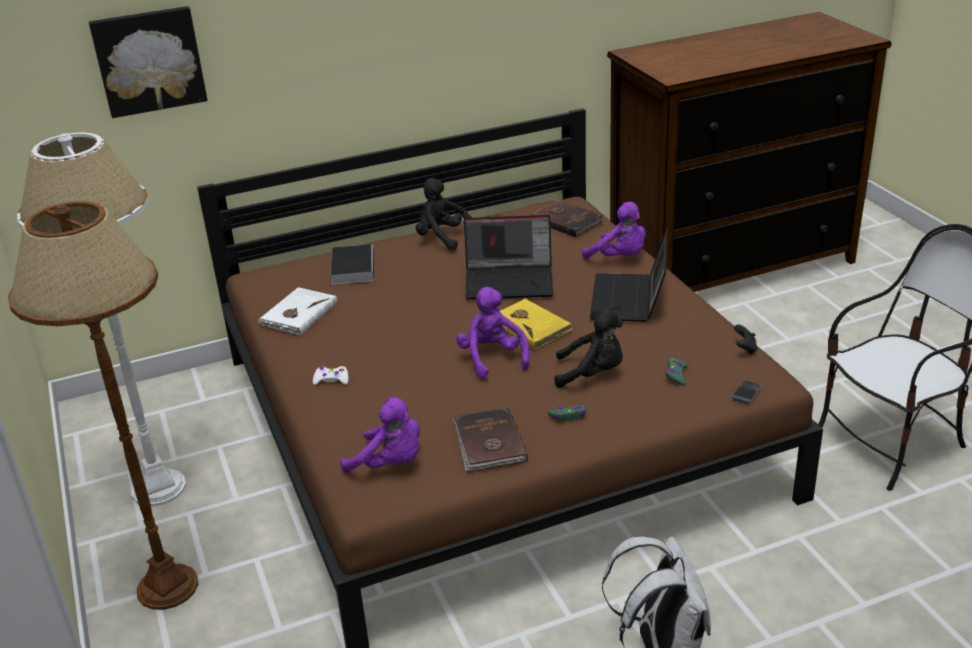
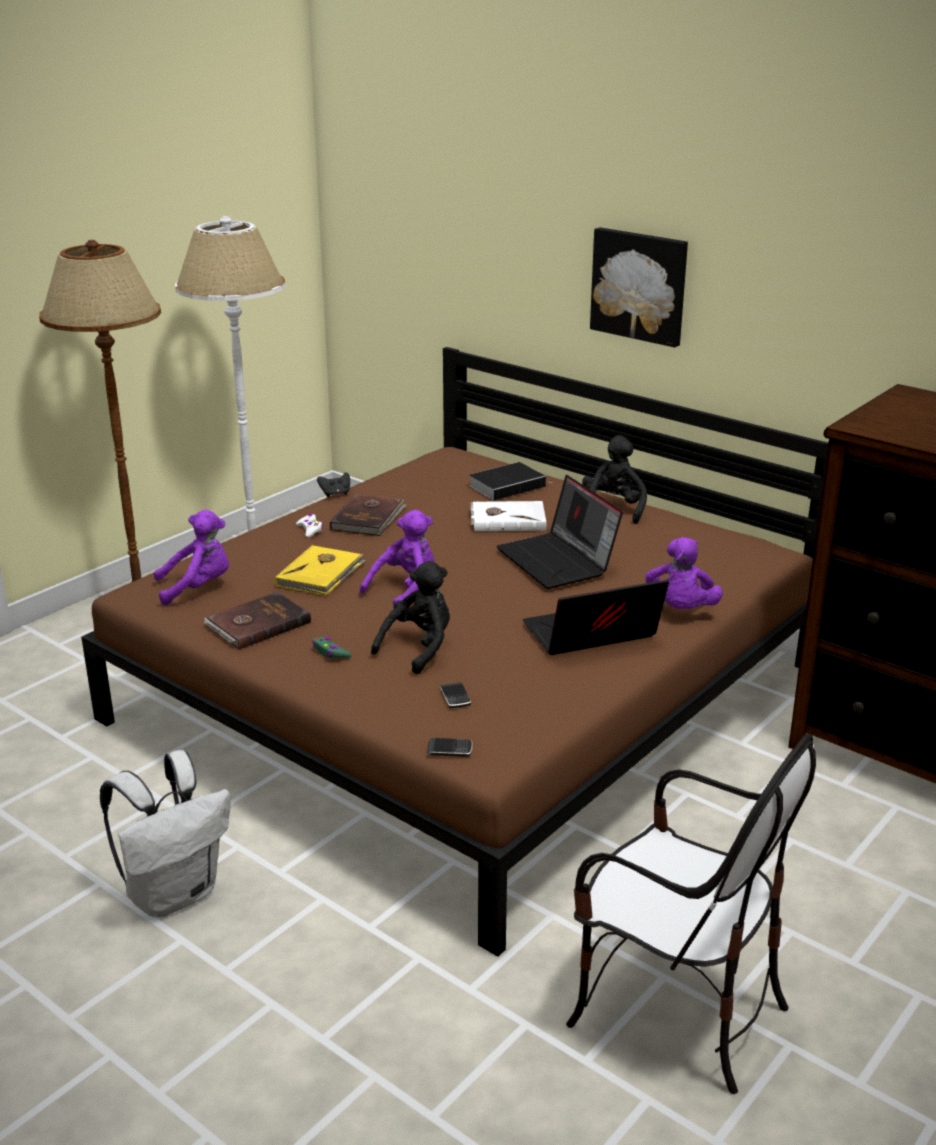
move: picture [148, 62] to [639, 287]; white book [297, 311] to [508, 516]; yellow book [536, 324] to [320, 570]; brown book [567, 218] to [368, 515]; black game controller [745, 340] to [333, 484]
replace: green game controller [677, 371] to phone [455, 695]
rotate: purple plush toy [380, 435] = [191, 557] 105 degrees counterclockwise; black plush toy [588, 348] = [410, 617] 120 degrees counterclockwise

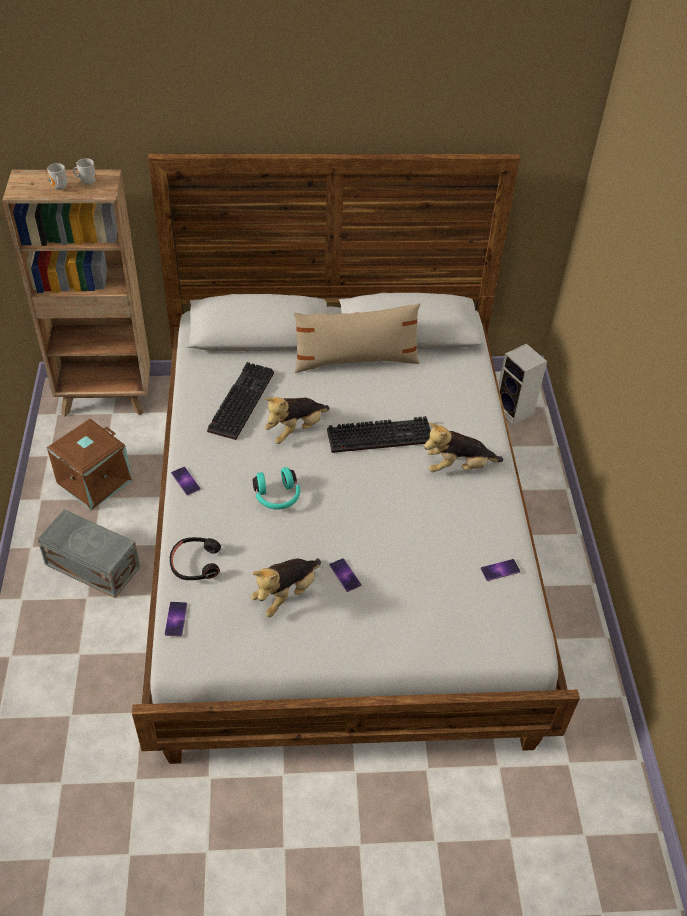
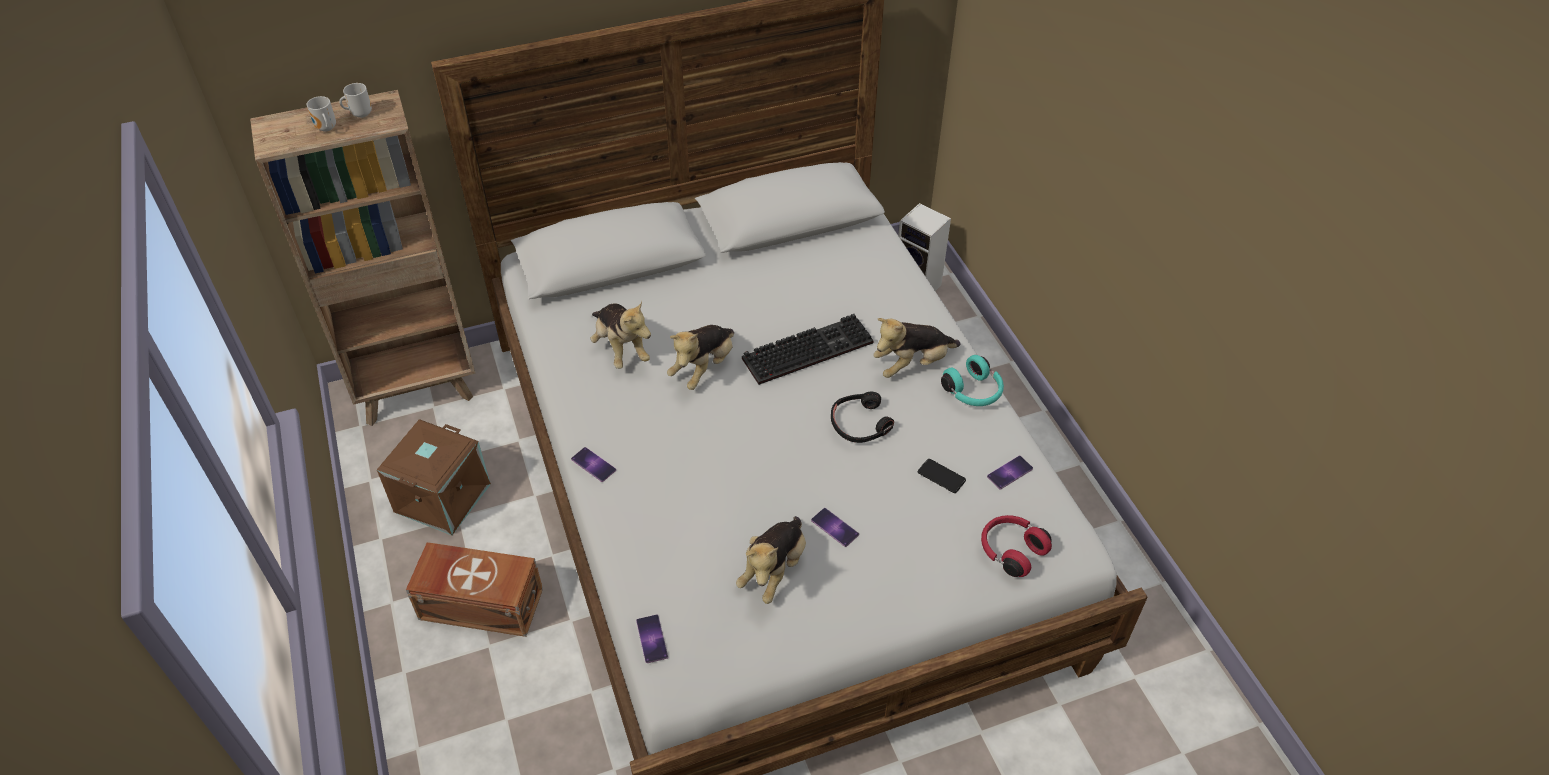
delete: beige pillow [357, 338]
insert: phone [942, 476]; red headphones [1016, 546]
move: black headphones [195, 558] to [862, 417]; turquoise headphones [276, 488] to [972, 380]
replace: keyboard [240, 401] to plush toy [621, 335]
recolor: grey storage box [88, 553] to brown storage box [474, 589]

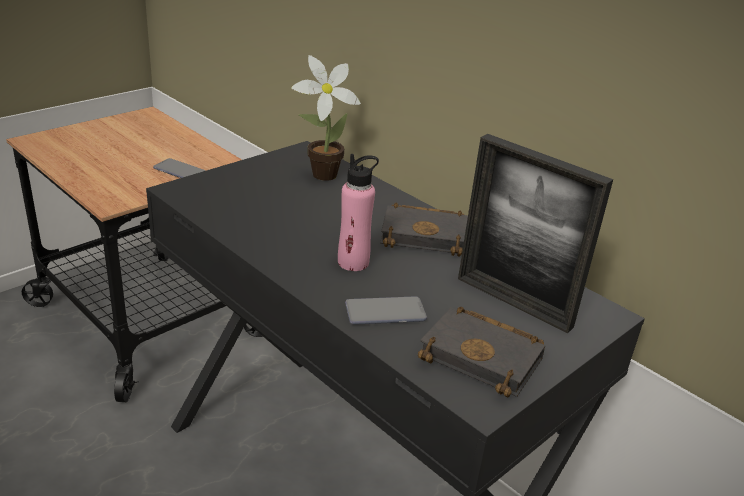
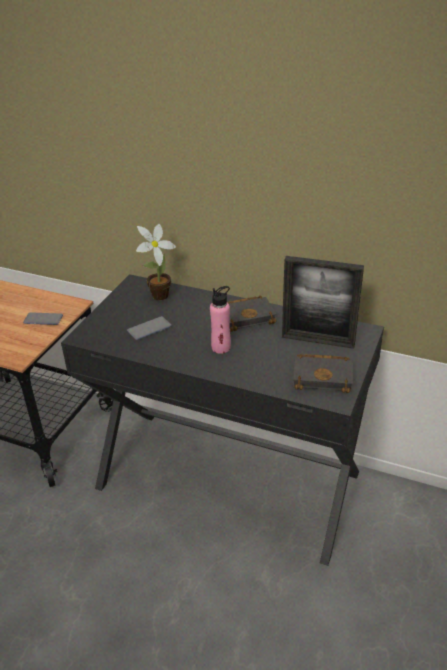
move: phone [386, 310] to [149, 328]

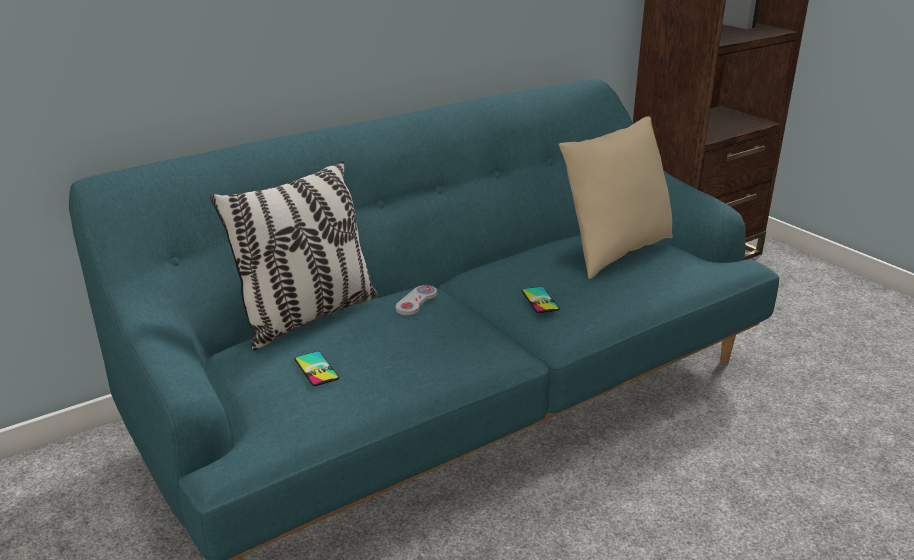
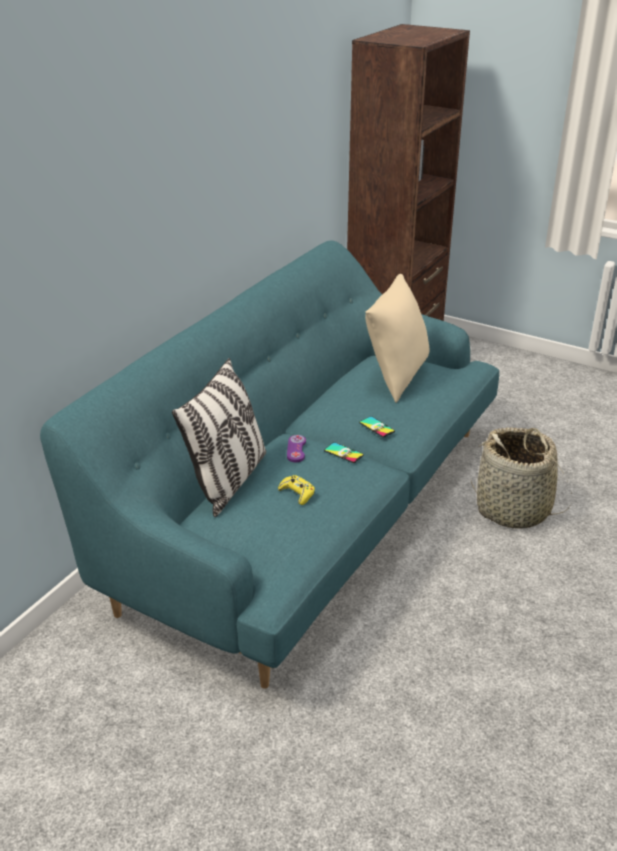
insert: yellow game controller [296, 490]; basket [521, 478]
move: phone [317, 368] to [344, 452]
recolor: white game controller [416, 300] to purple game controller [296, 448]

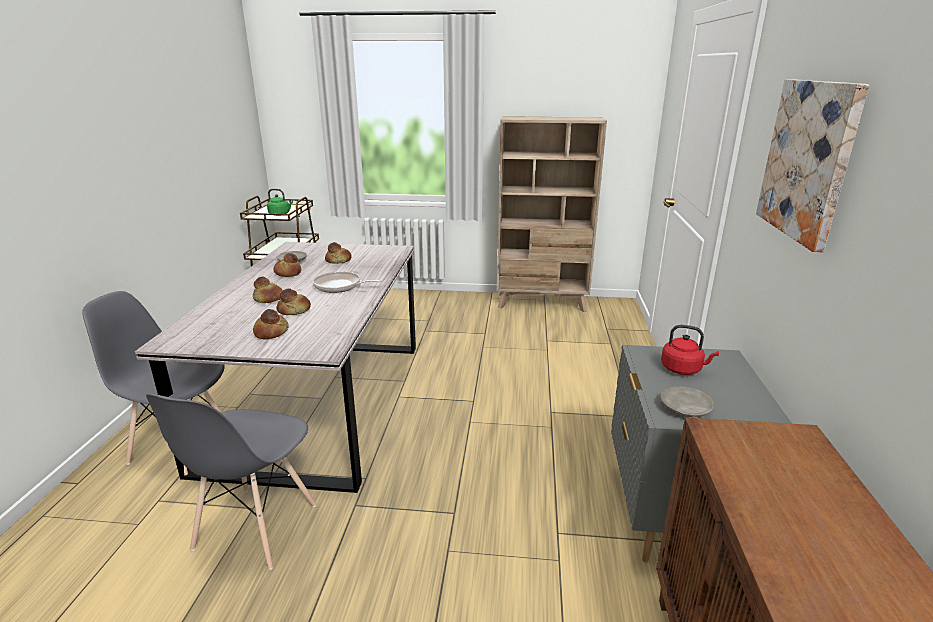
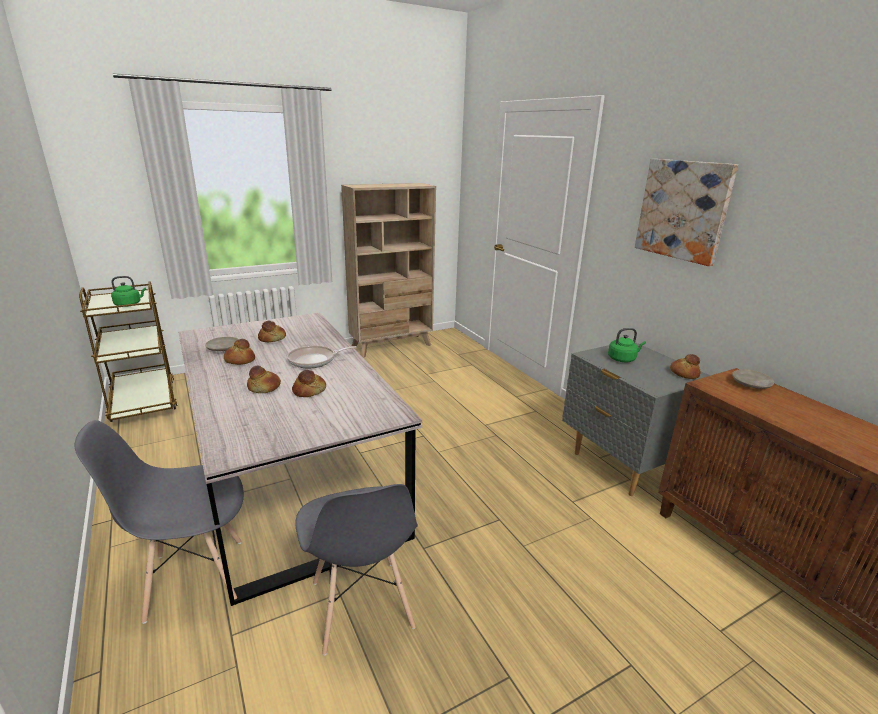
move: bread [271, 324] to [685, 366]; beige plate [687, 402] to [753, 379]
recolor: red kettle [690, 350] to green kettle [627, 345]

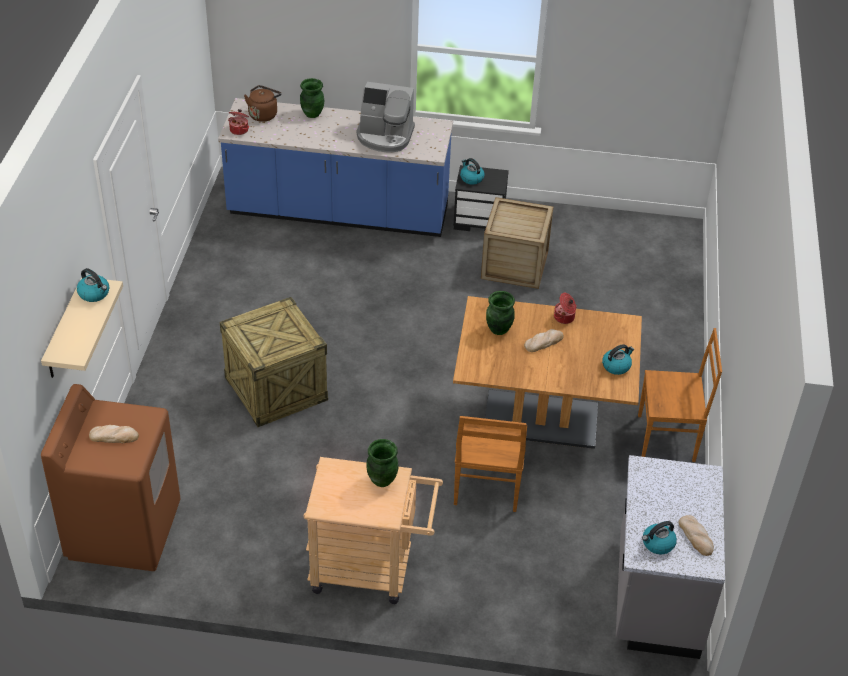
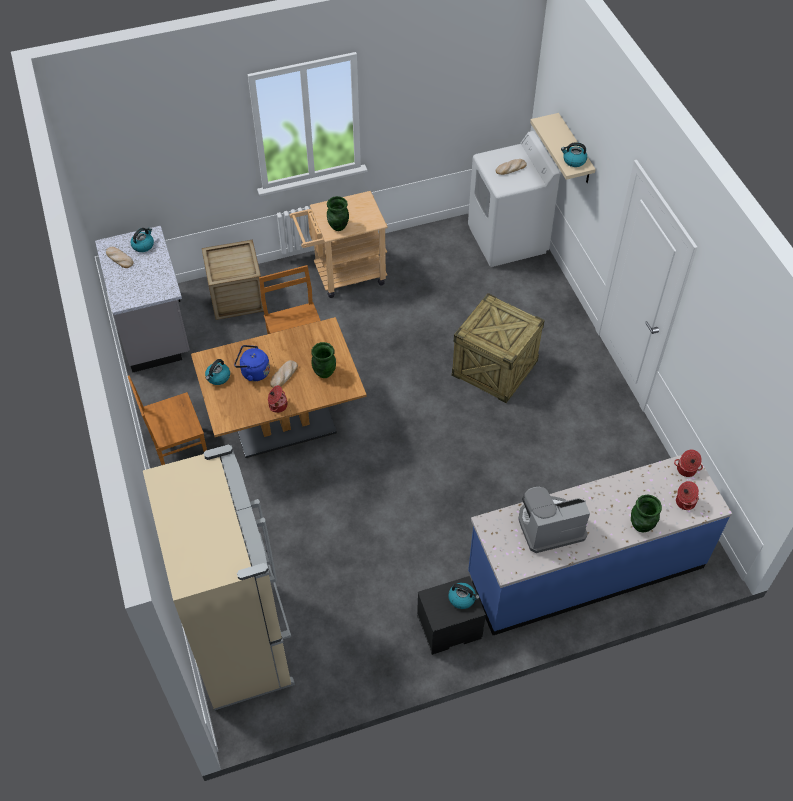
insert: beige fridge [219, 577]; blue kettle [252, 363]
move: crate [517, 243] to [233, 280]
replace: brown kettle [263, 103] to cooking pot [687, 495]
recolor: brown washing machine [110, 477] to white washing machine [514, 199]

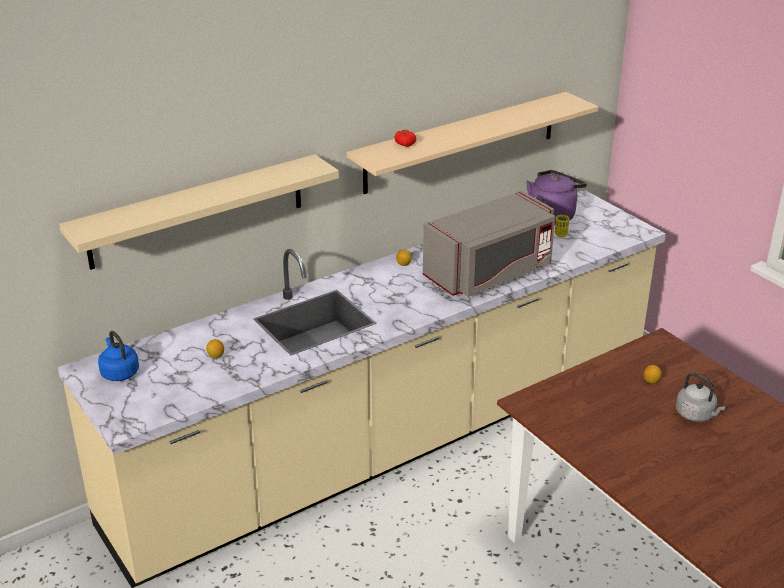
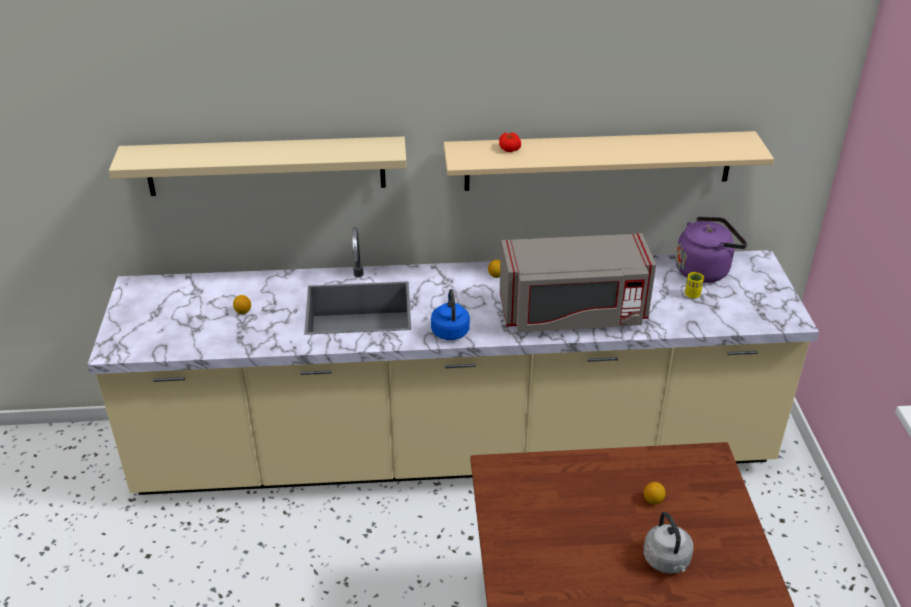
move: blue kettle [118, 356] to [450, 314]

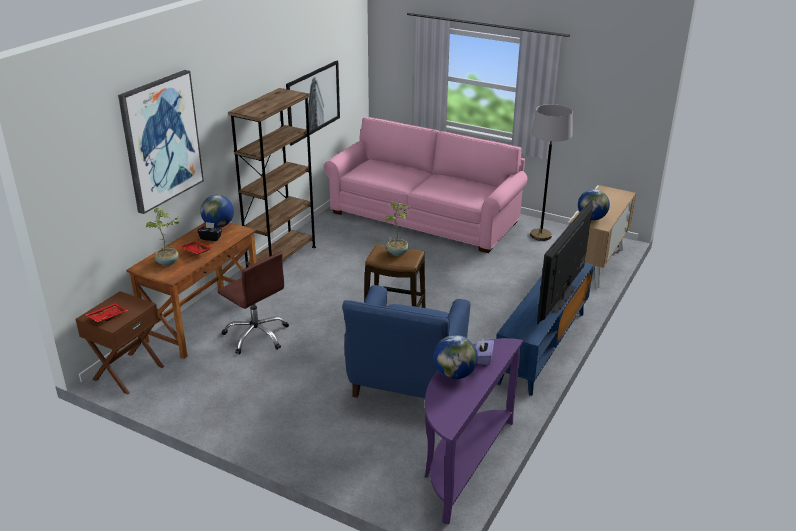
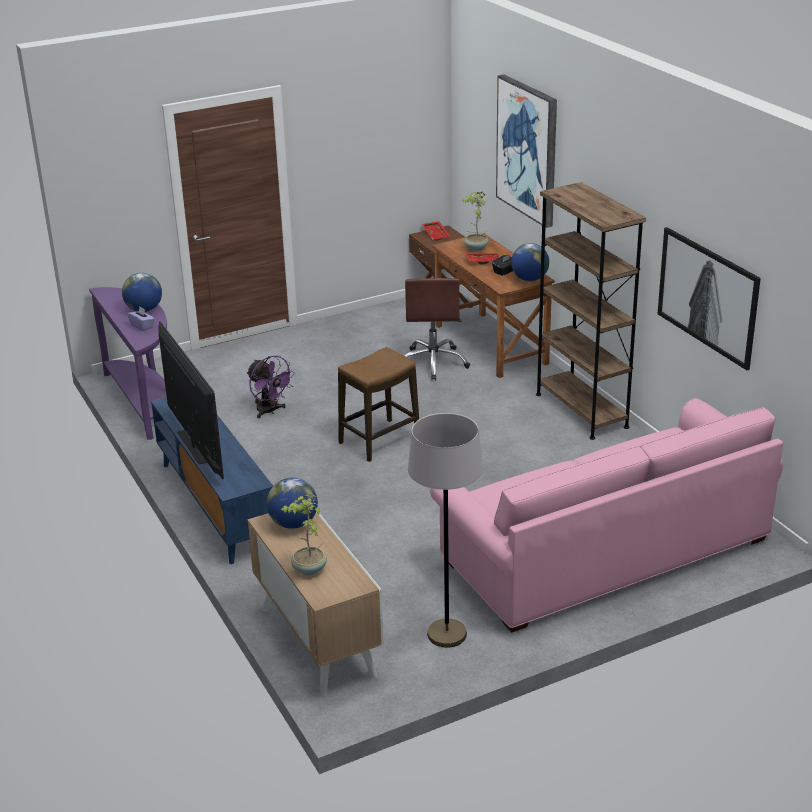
move: potted plant [398, 228] to [303, 534]
replace: blue armchair [406, 341] to purple fan [270, 387]
rotate: brown office chair [253, 303] = [437, 329] 75 degrees counterclockwise

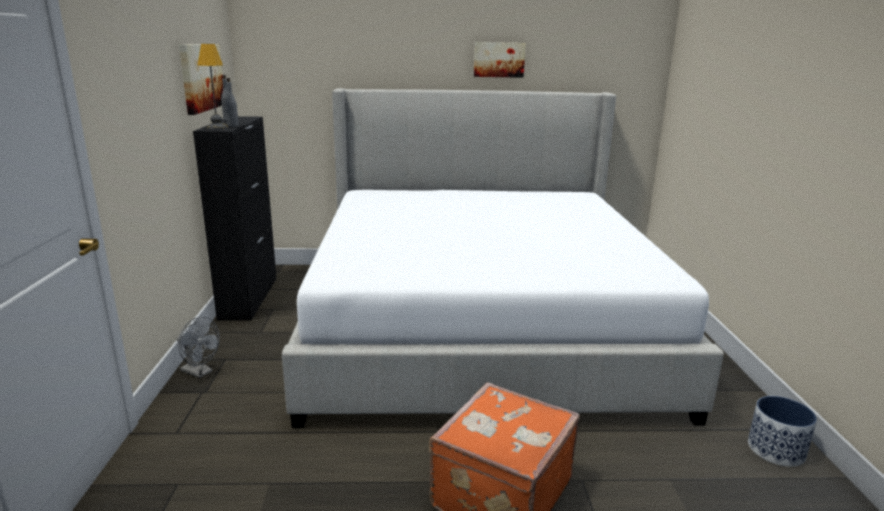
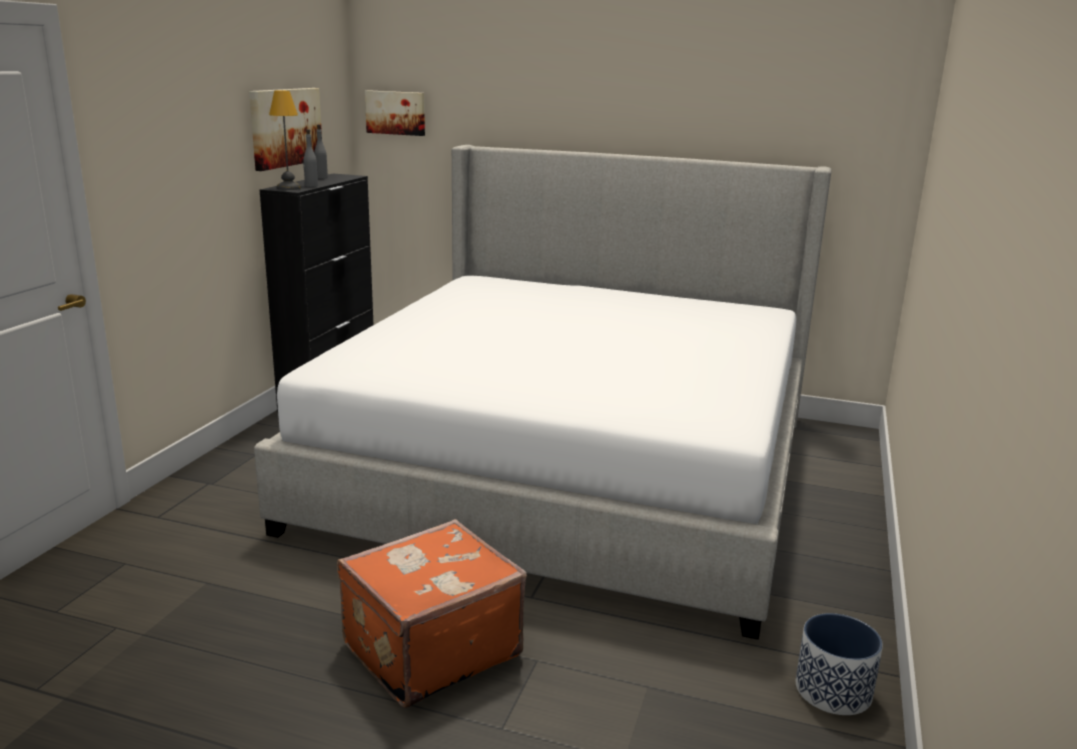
delete: grey fan [198, 347]
move: picture [500, 60] to [395, 113]

